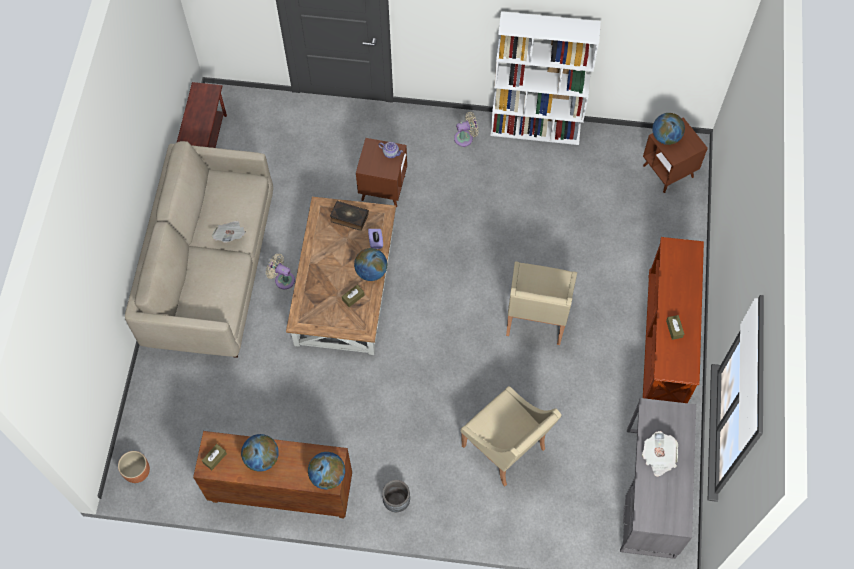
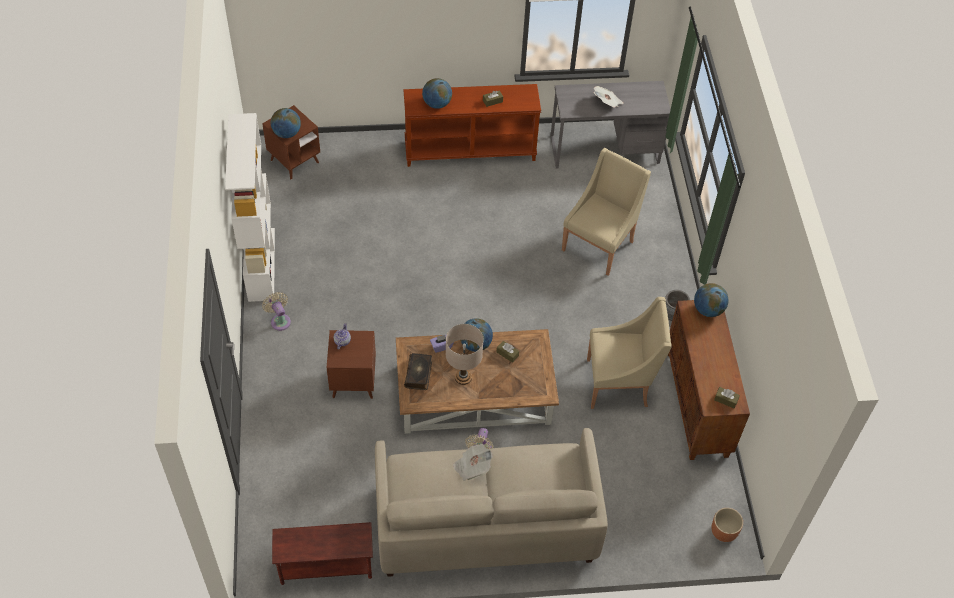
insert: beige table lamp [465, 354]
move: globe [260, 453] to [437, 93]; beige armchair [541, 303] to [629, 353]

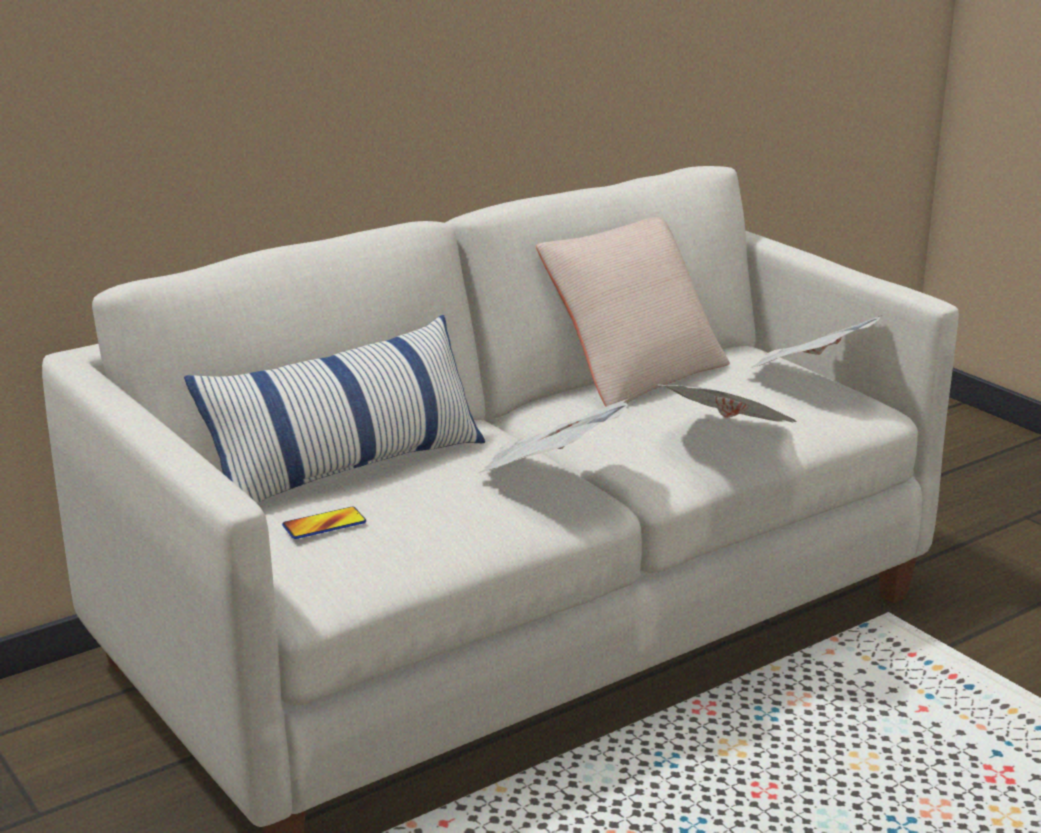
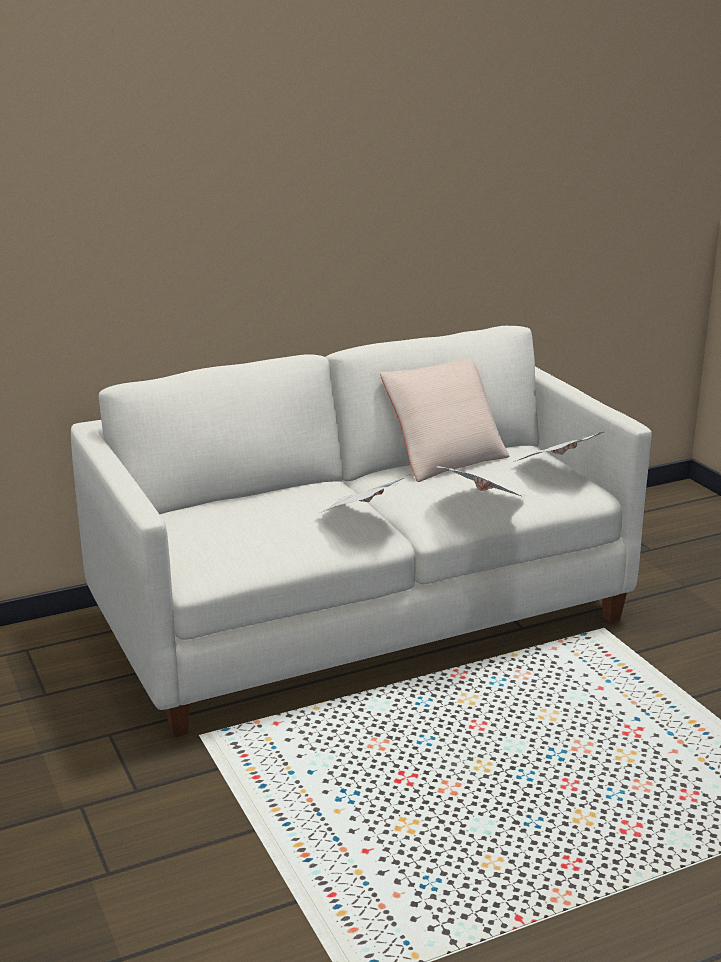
delete: pillow [334, 409]; phone [324, 523]

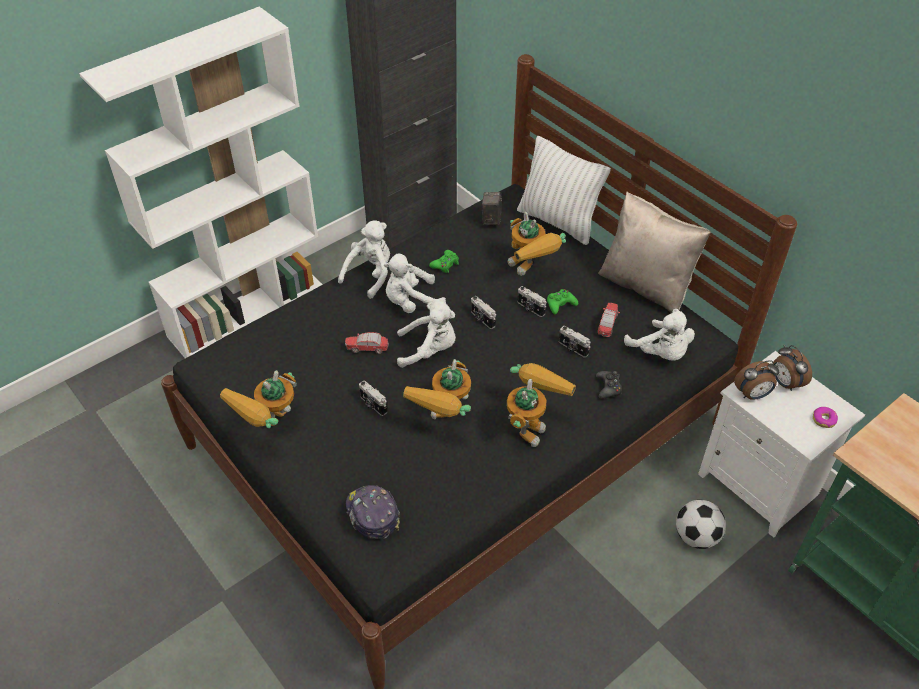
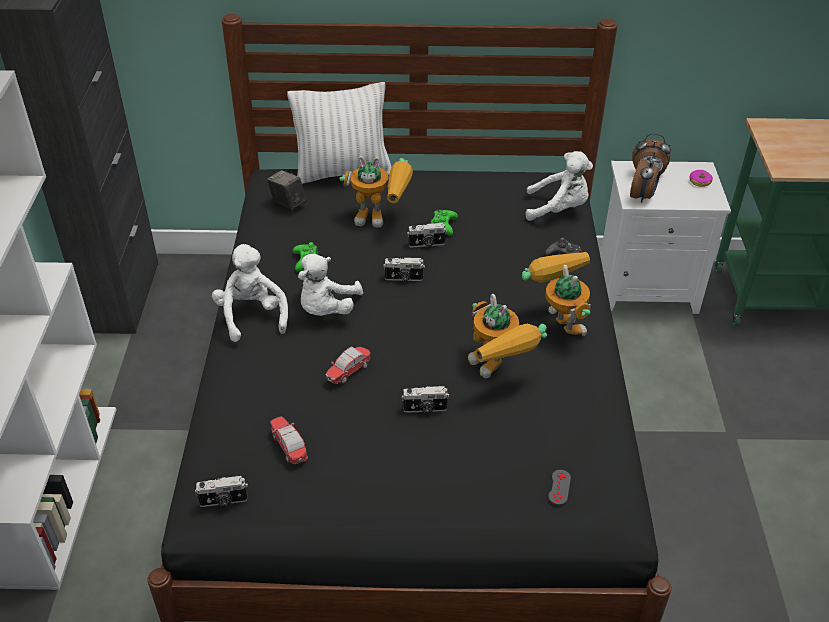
delete: toy robot [258, 399]; white plush toy [426, 334]; beige pillow [654, 252]; football [701, 524]
move: photo camera [575, 342] to [221, 491]; toy car [608, 320] to [289, 440]
replace: cap [373, 512] to grey game controller [559, 487]

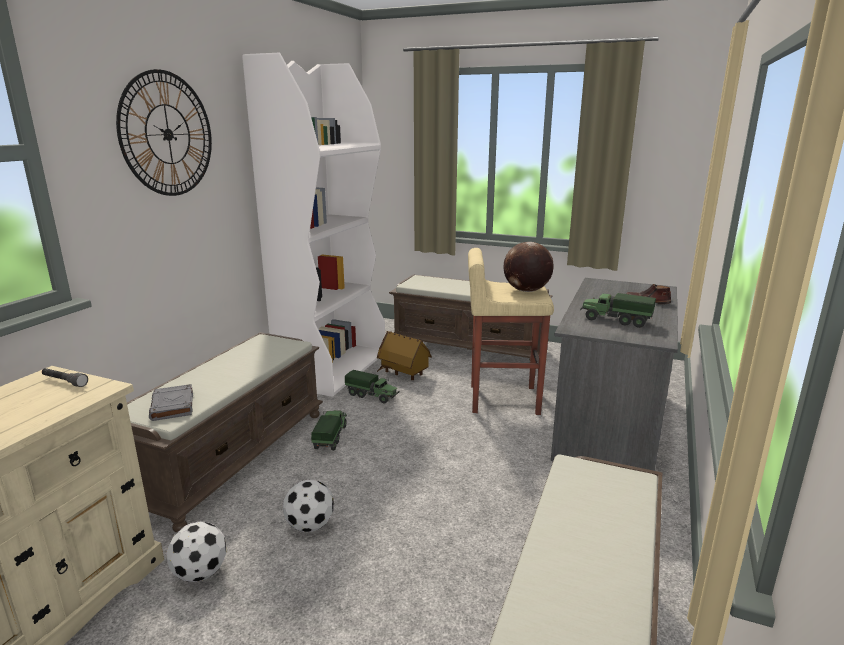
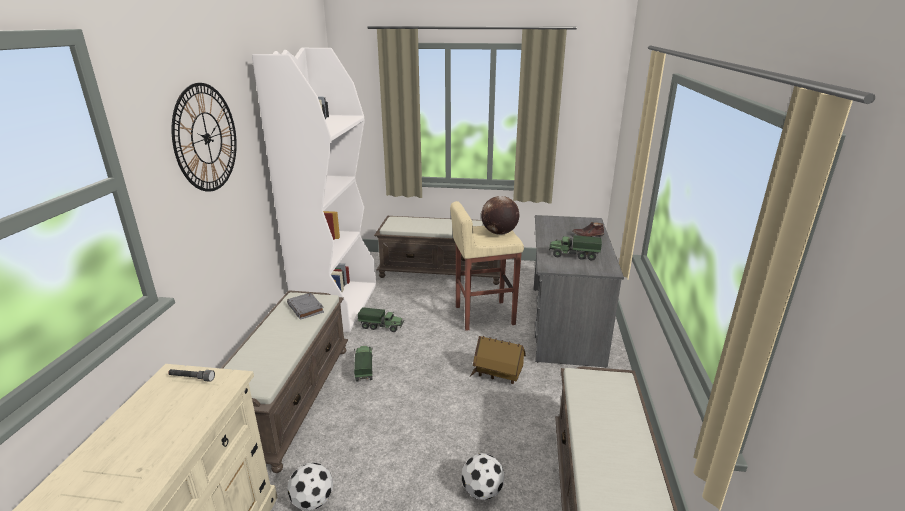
move: grey book [171, 402] to [305, 306]; football [308, 505] to [483, 476]; toy house [404, 355] to [498, 360]

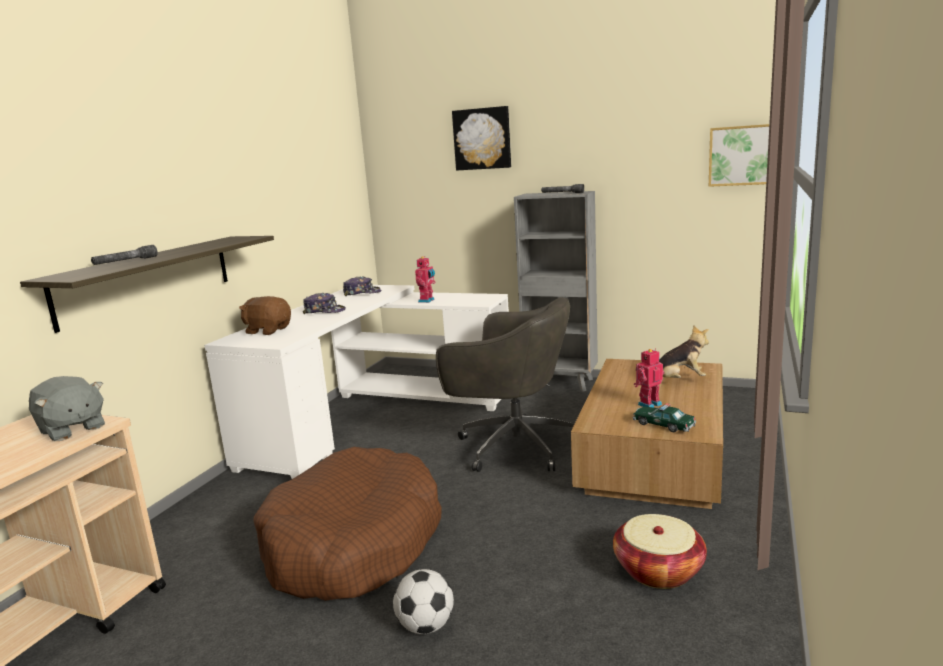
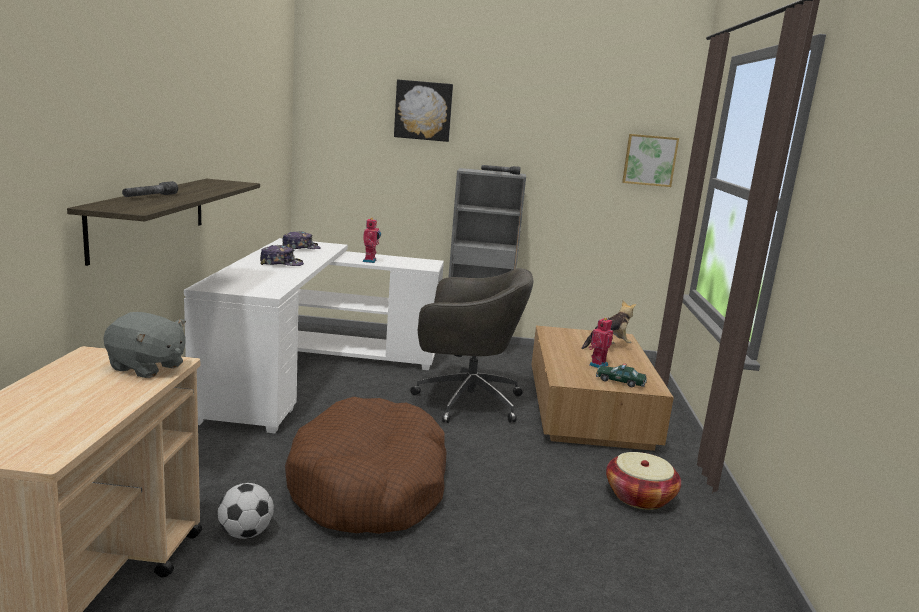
delete: brown plush toy [265, 315]
move: football [423, 601] to [246, 511]

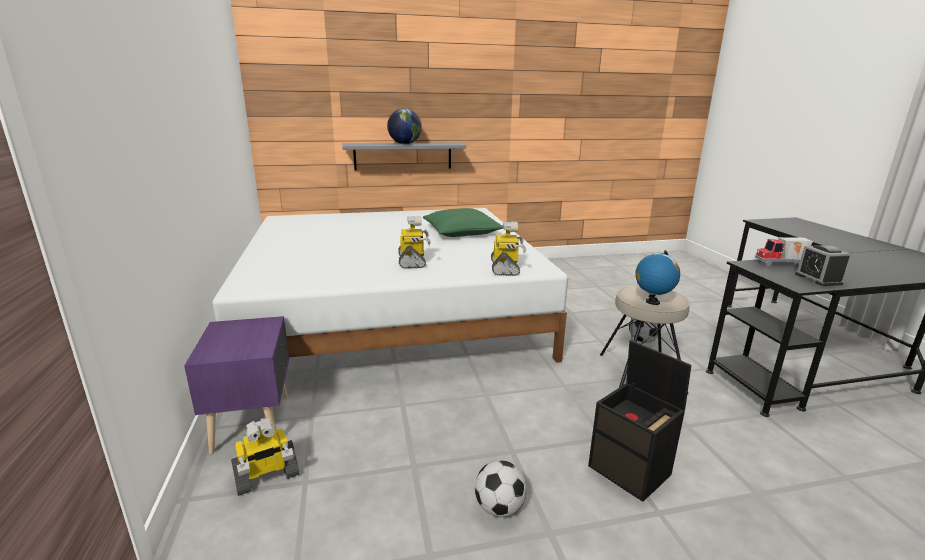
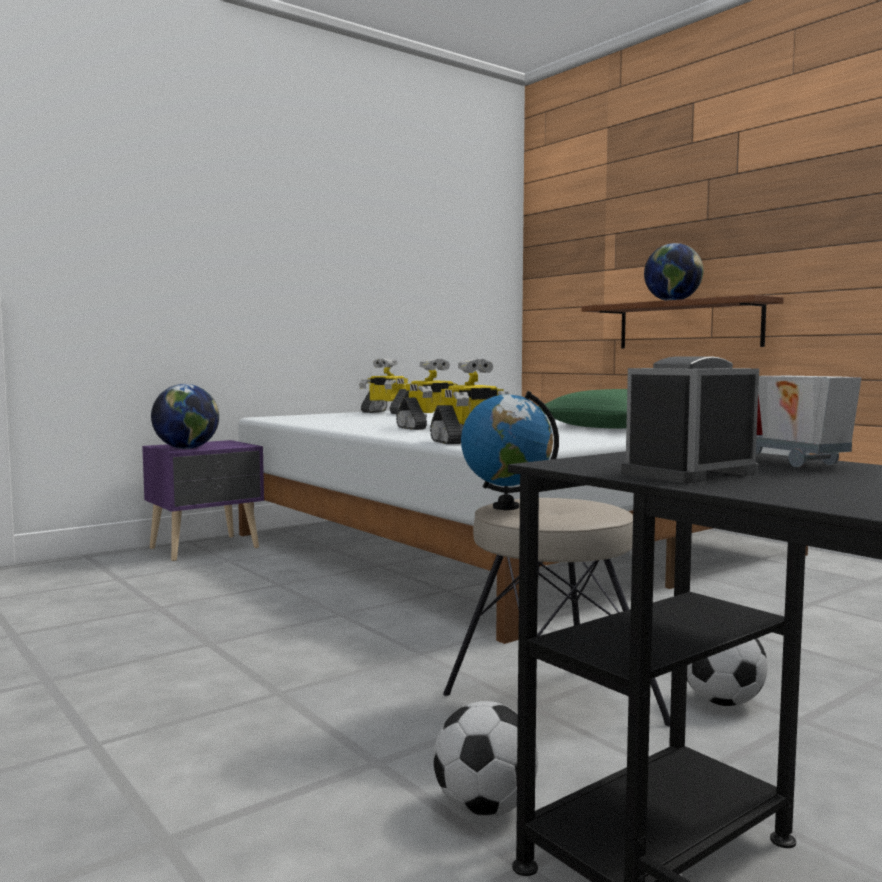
delete: black storage box [639, 421]
insert: globe [185, 416]
move: toy robot [265, 457] to [385, 386]; football [501, 488] to [485, 759]
recolor: grey shelf [404, 156] to brown shelf [683, 321]

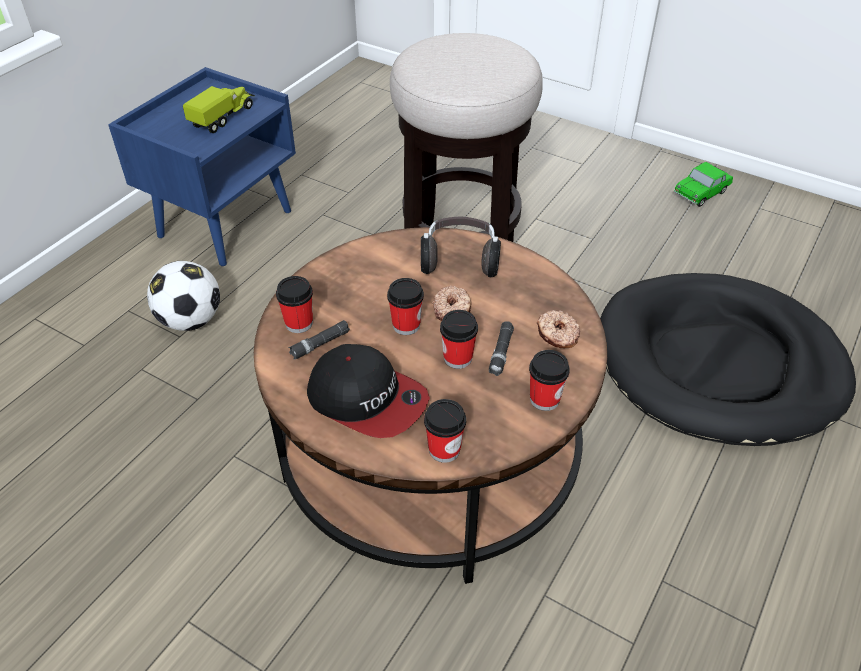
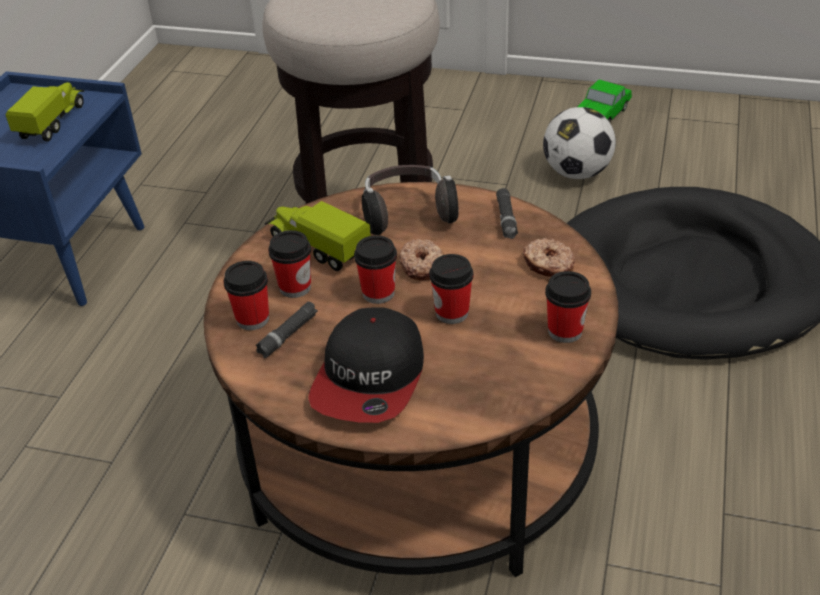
insert: toy truck [318, 236]
move: football [183, 296] to [579, 143]; cup [445, 431] to [289, 264]; black flashlight [501, 348] to [507, 213]
rotate: cap [368, 391] = [366, 365] 90 degrees clockwise

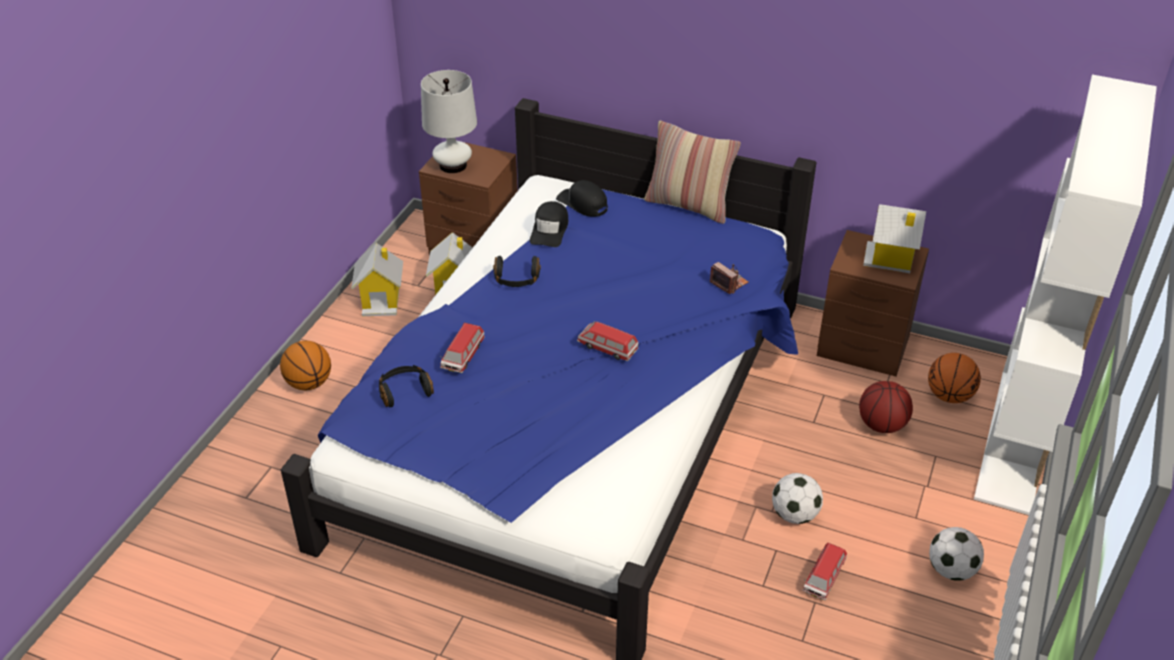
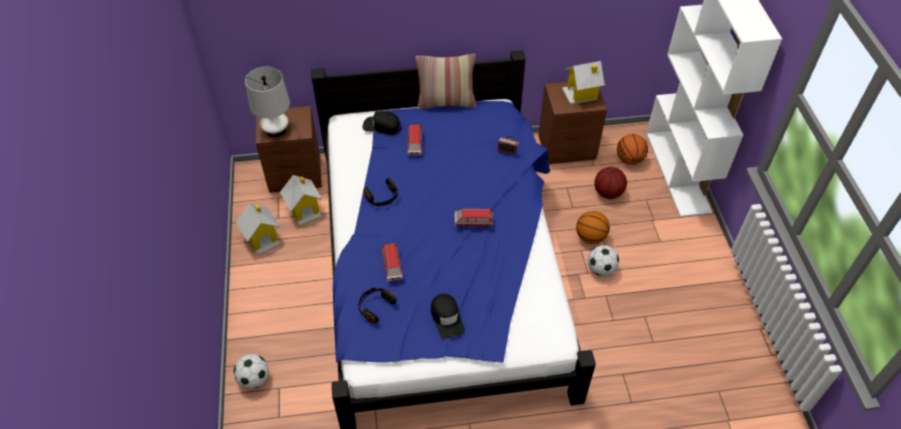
move: basketball [305, 365] to [593, 227]; black cap [549, 224] to [448, 316]; toy car [824, 572] to [414, 140]; football [956, 554] to [251, 371]

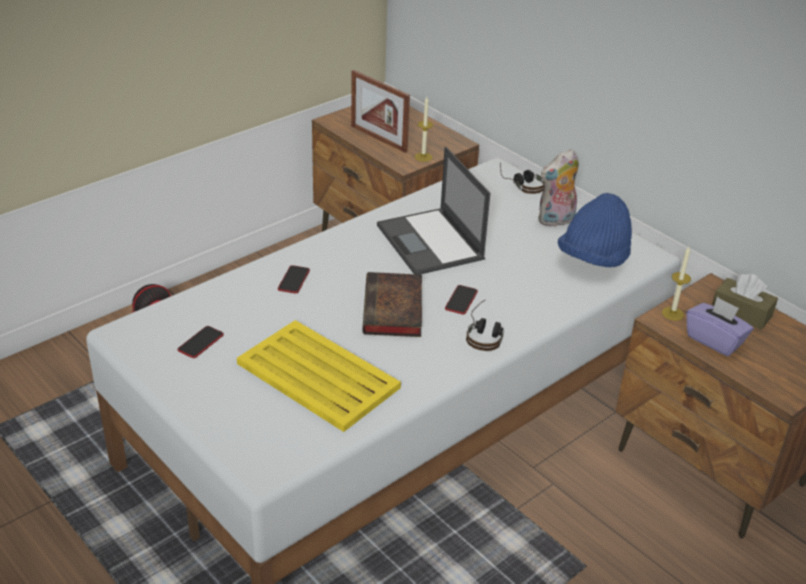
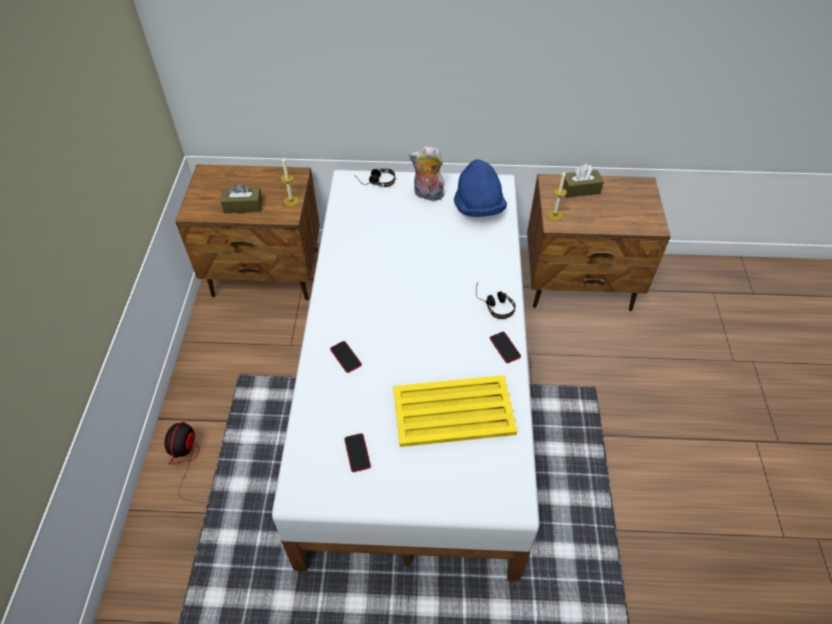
delete: book [392, 304]; laptop [433, 211]; purple tissue box [720, 326]
move: phone [461, 299] to [505, 347]
replace: picture frame [380, 111] to brown tissue box [241, 198]
rotate: plush toy [558, 188] = [427, 174] 90 degrees clockwise

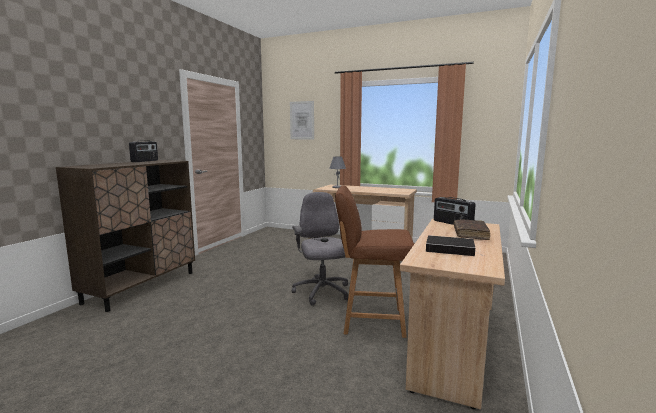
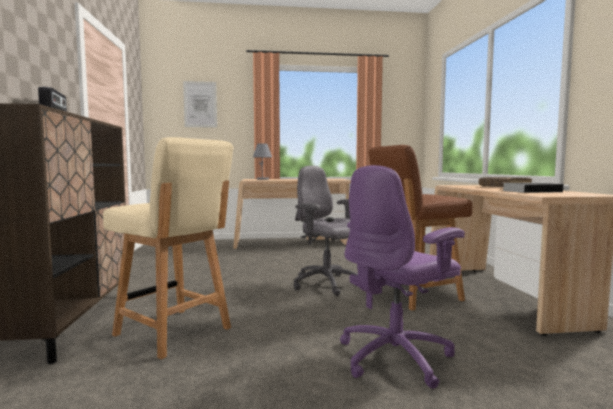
delete: radio [454, 211]
insert: beige chair [168, 248]; purple office chair [402, 277]

